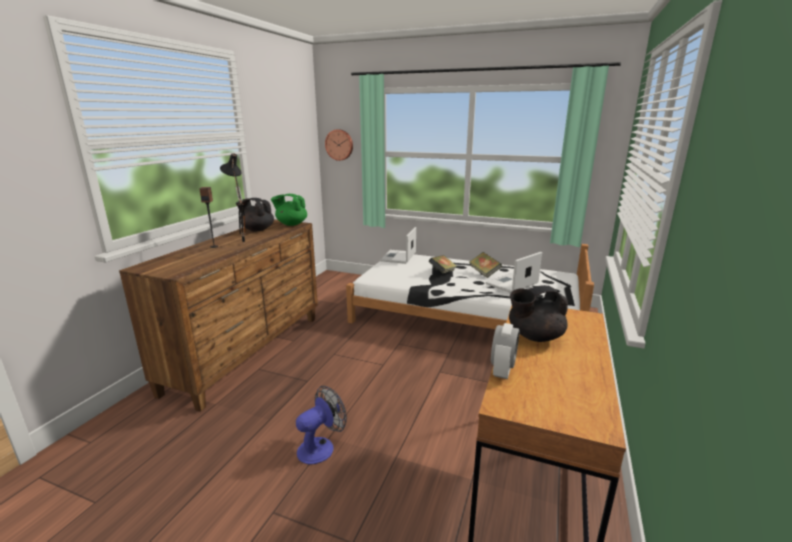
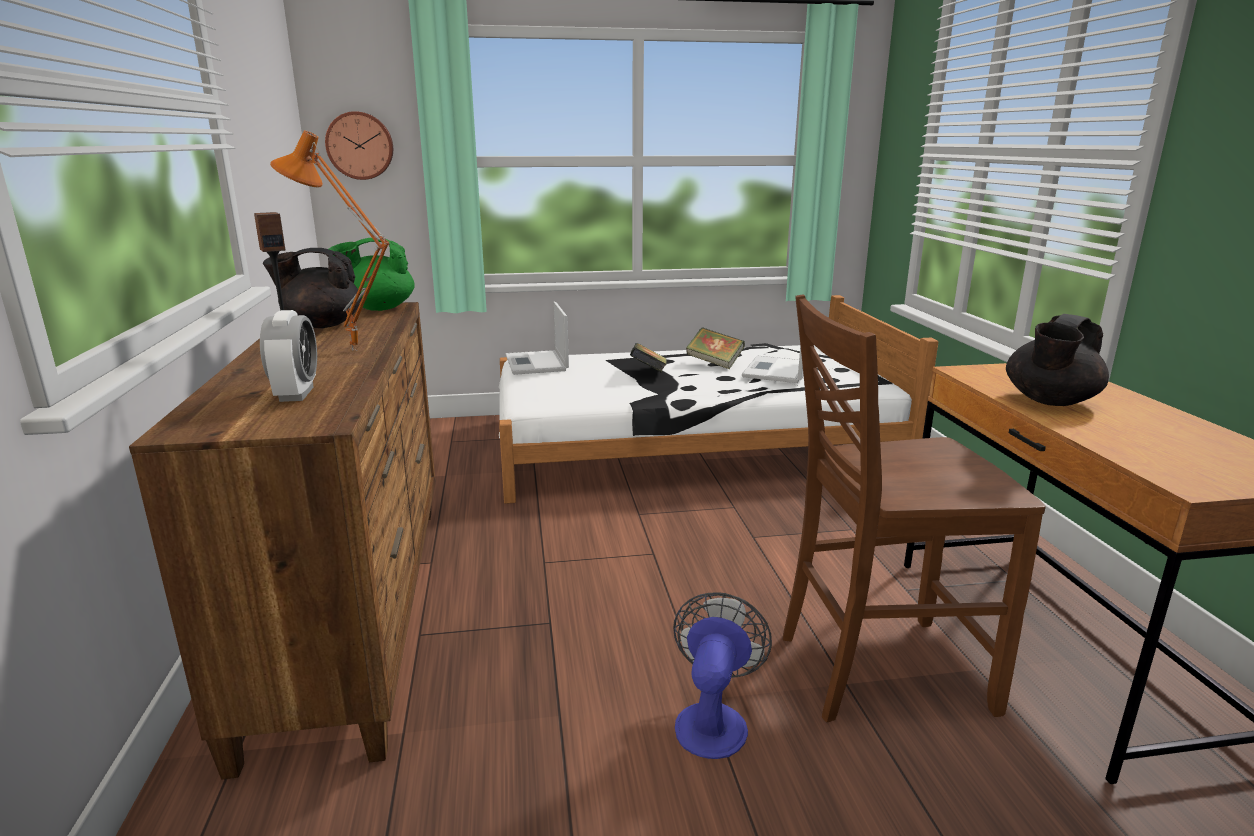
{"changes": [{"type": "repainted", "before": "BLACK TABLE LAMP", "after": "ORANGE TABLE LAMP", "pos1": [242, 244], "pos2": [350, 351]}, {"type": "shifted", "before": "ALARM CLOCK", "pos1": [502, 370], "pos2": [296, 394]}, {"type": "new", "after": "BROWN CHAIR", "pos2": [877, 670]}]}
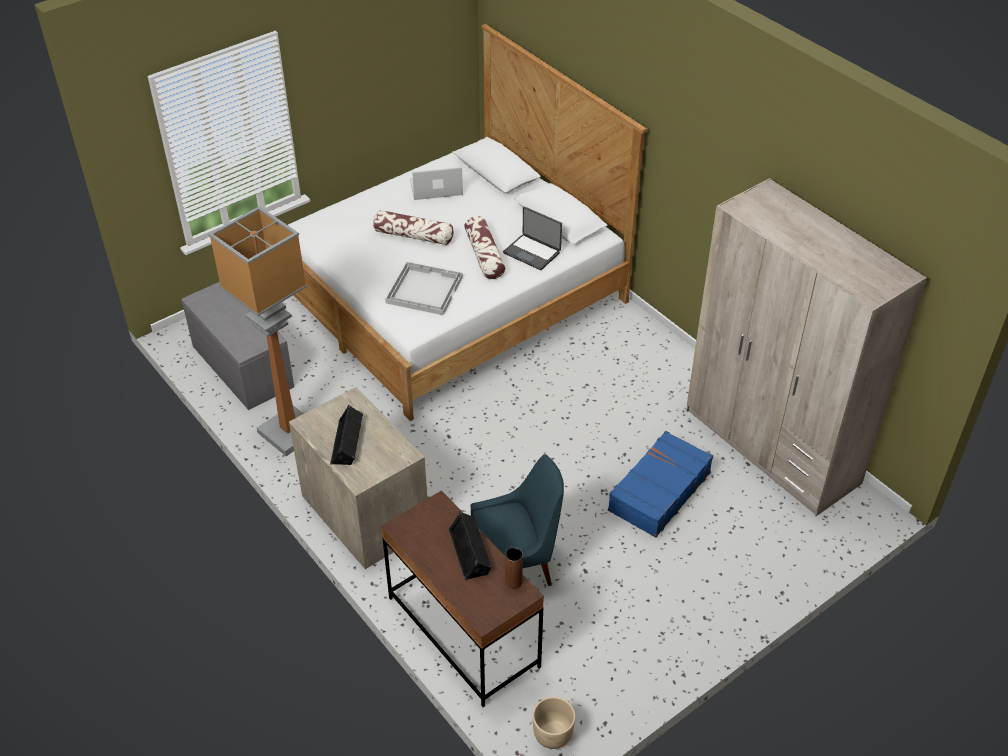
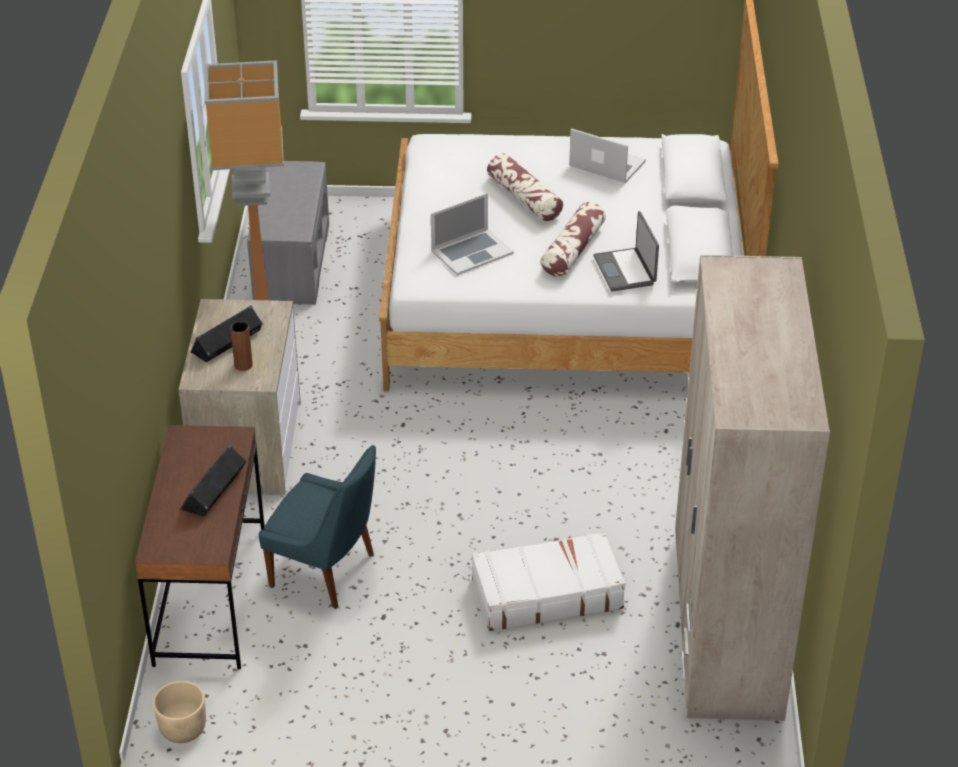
{"changes": [{"type": "swapped", "before": "WHITE TRAY", "after": "LAPTOP", "pos1": [424, 289], "pos2": [471, 252]}, {"type": "shifted", "before": "BROWN VASE", "pos1": [513, 582], "pos2": [243, 365]}, {"type": "repainted", "before": "BLUE SUITCASE", "after": "WHITE SUITCASE", "pos1": [658, 491], "pos2": [546, 593]}]}
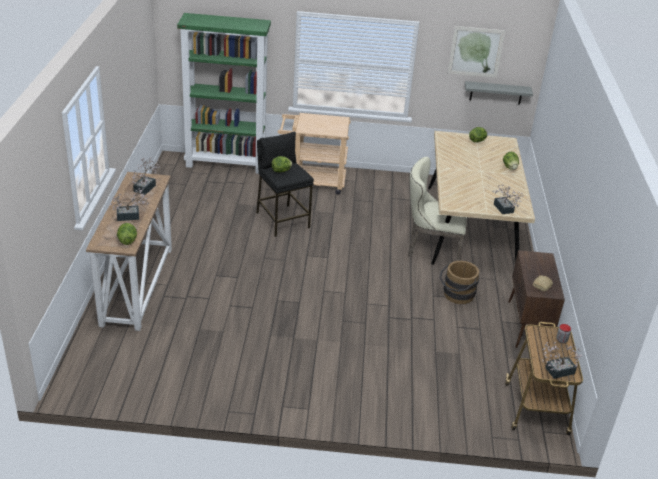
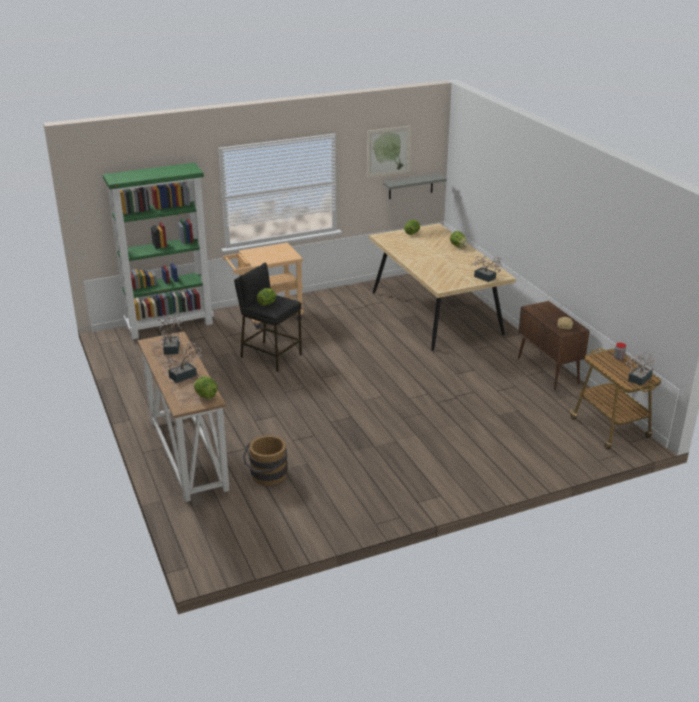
{"changes": [{"type": "gone", "before": "BEIGE CHAIR", "pos1": [430, 249]}, {"type": "shifted", "before": "BROWN BUCKET", "pos1": [456, 296], "pos2": [267, 477]}]}
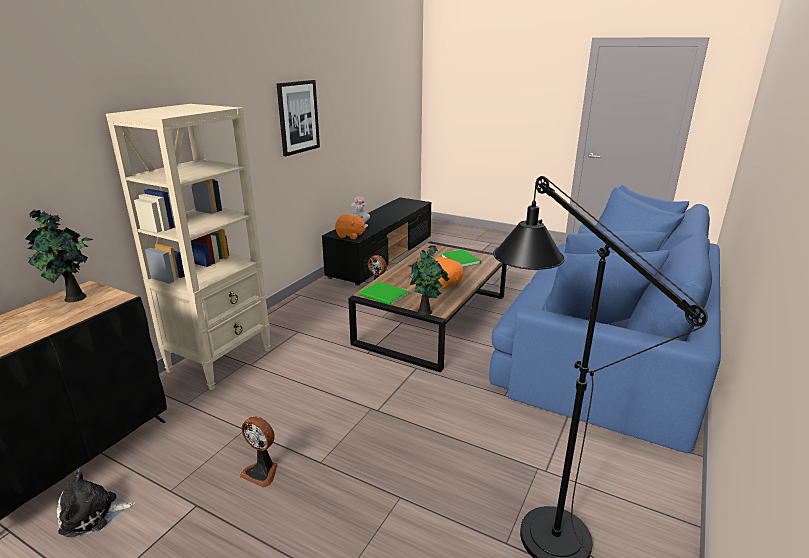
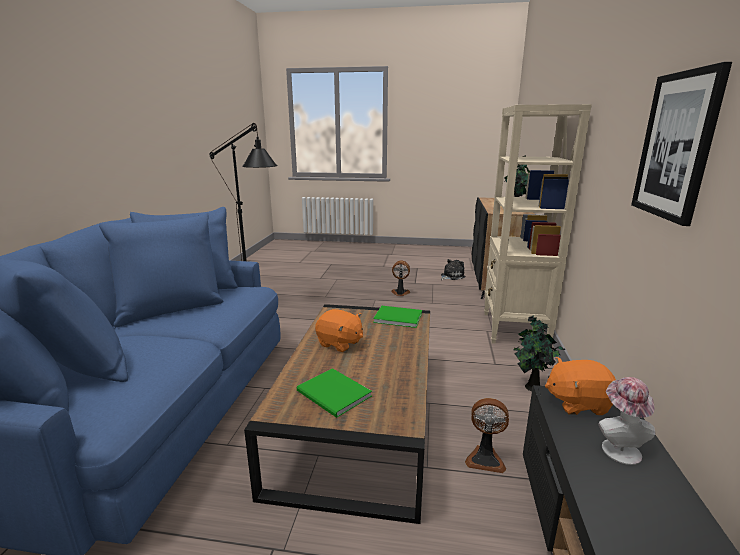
{"changes": [{"type": "shifted", "before": "POTTED PLANT", "pos1": [426, 312], "pos2": [531, 387]}]}
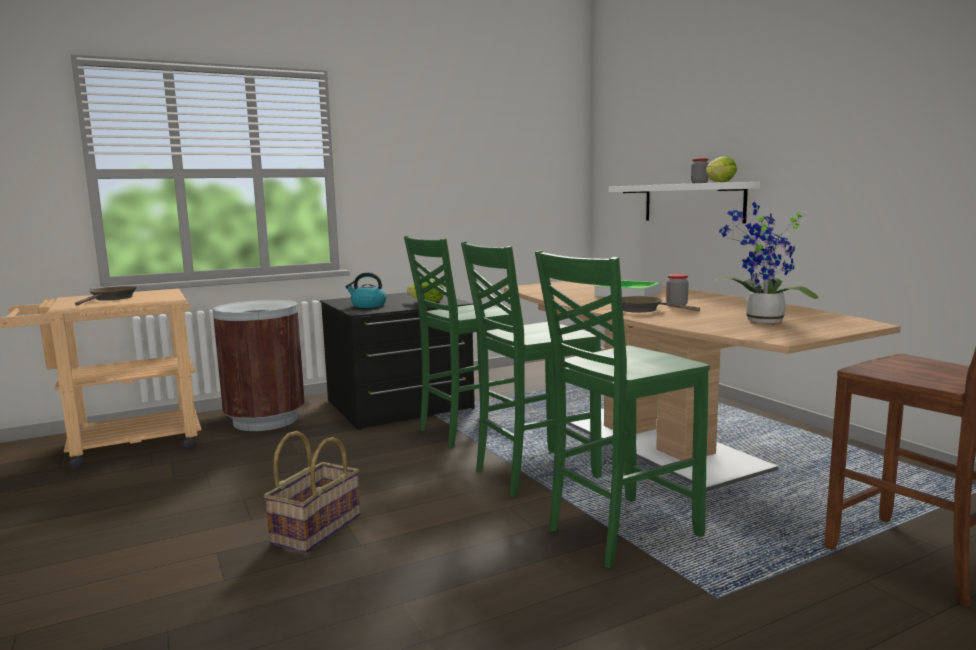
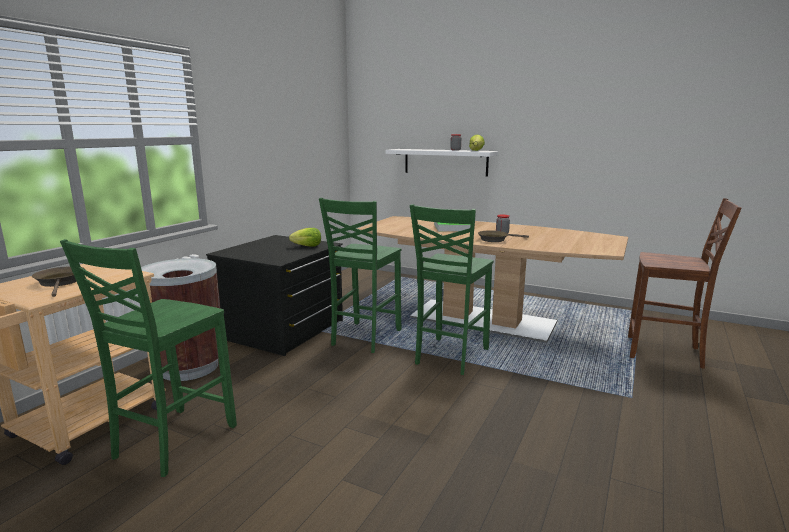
{"changes": [{"type": "gone", "before": "BASKET", "pos1": [315, 529]}, {"type": "gone", "before": "KETTLE", "pos1": [368, 305]}, {"type": "shifted", "before": "GREEN CHAIR", "pos1": [619, 532], "pos2": [172, 442]}, {"type": "gone", "before": "POTTED PLANT", "pos1": [761, 321]}]}
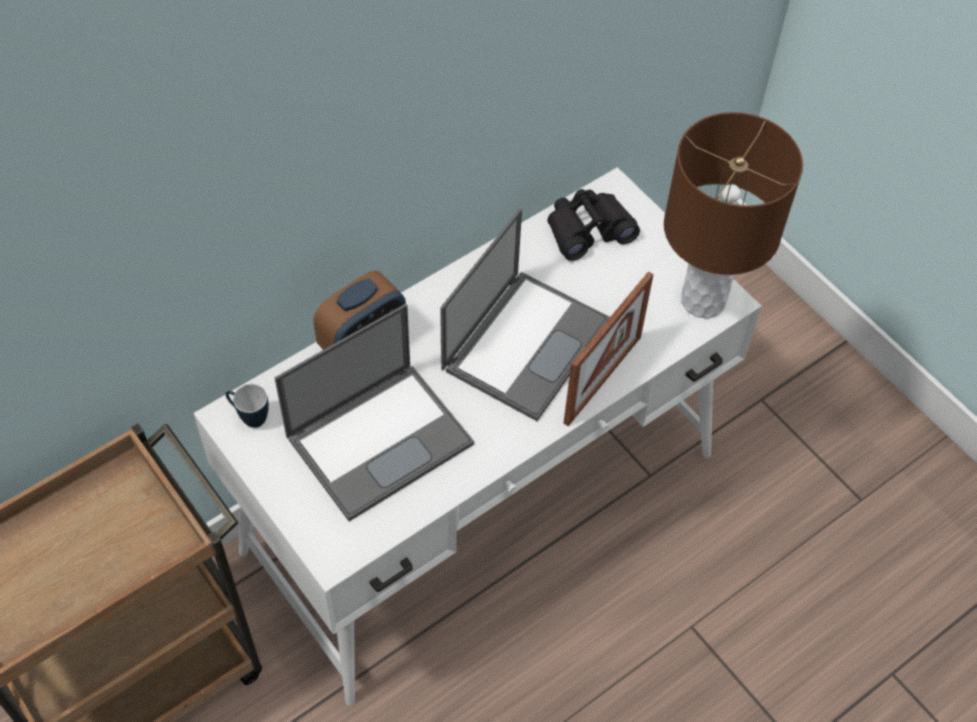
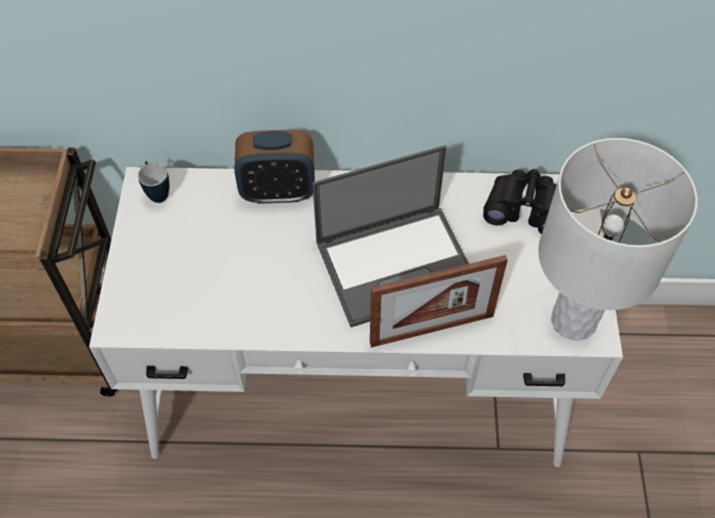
{"changes": [{"type": "gone", "before": "LAPTOP", "pos1": [381, 438]}, {"type": "repainted", "before": "BROWN TABLE LAMP", "after": "WHITE TABLE LAMP", "pos1": [703, 301], "pos2": [573, 321]}]}
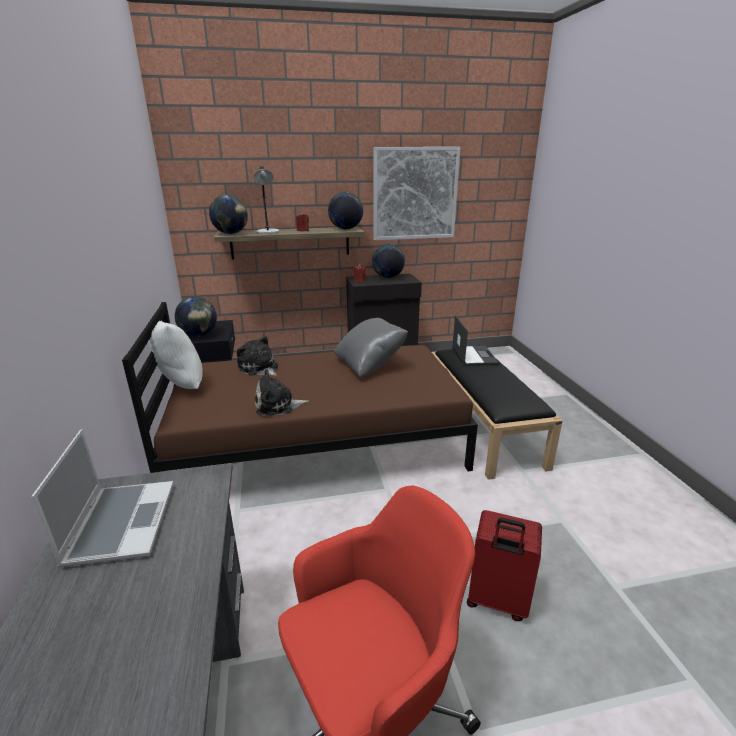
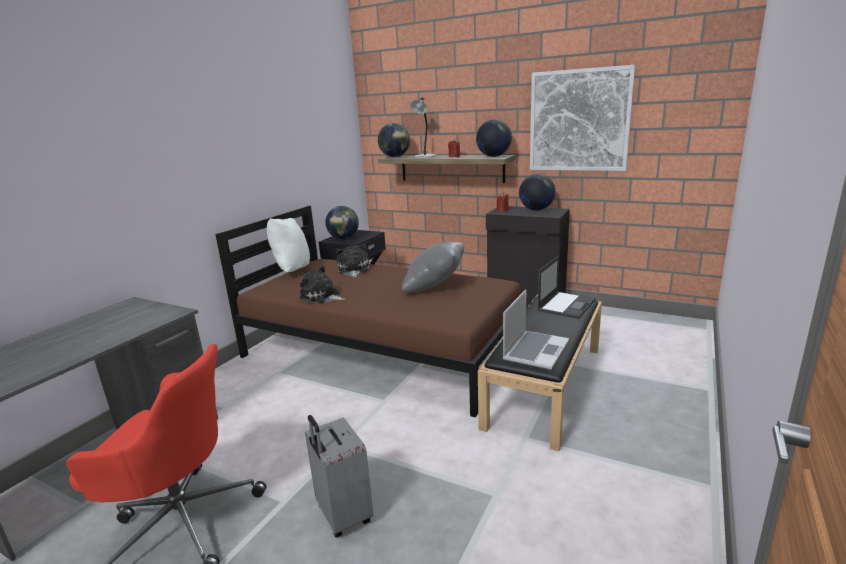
{"changes": [{"type": "shifted", "before": "LAPTOP", "pos1": [120, 522], "pos2": [535, 350]}, {"type": "repainted", "before": "RED SUITCASE", "after": "GREY SUITCASE", "pos1": [497, 601], "pos2": [342, 515]}]}
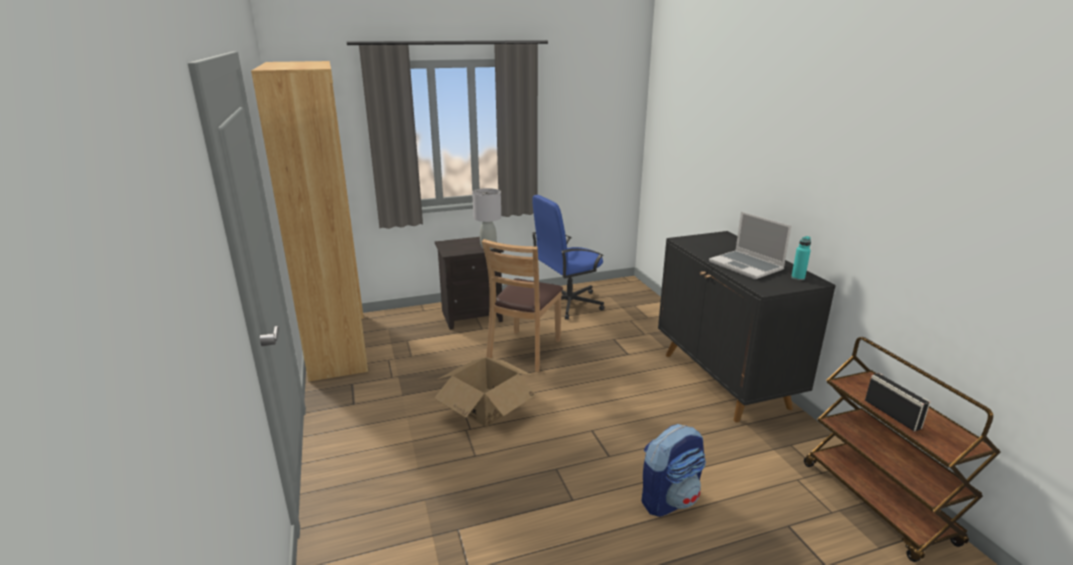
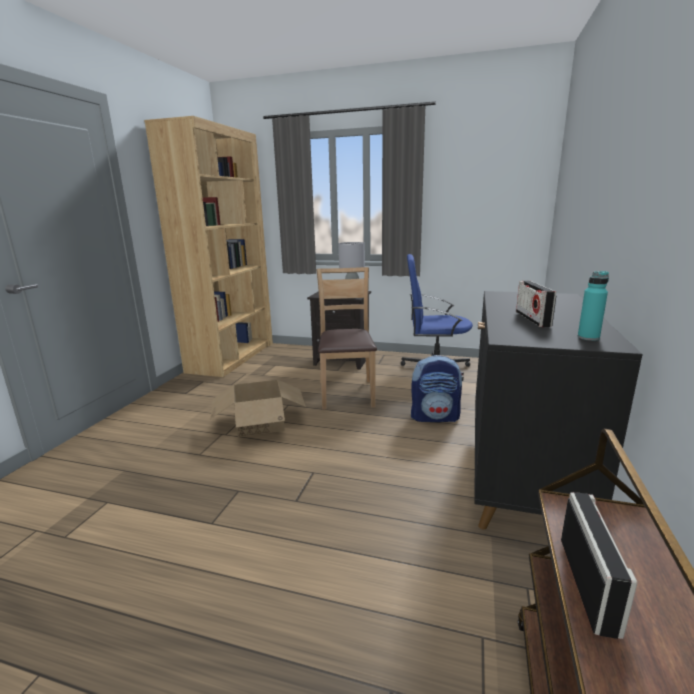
{"changes": [{"type": "rotated", "before": "BROWN CHAIR", "pos1": [524, 351], "pos2": [347, 393], "turn": 120}, {"type": "shifted", "before": "BACKPACK", "pos1": [669, 499], "pos2": [435, 417]}, {"type": "swapped", "before": "LAPTOP", "after": "RADIO", "pos1": [747, 266], "pos2": [532, 319]}]}
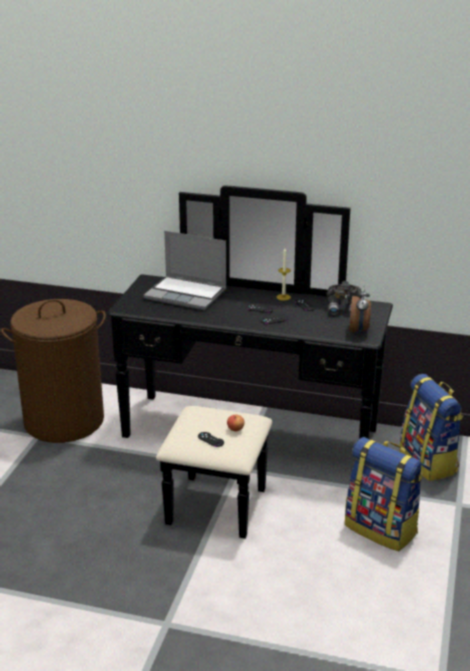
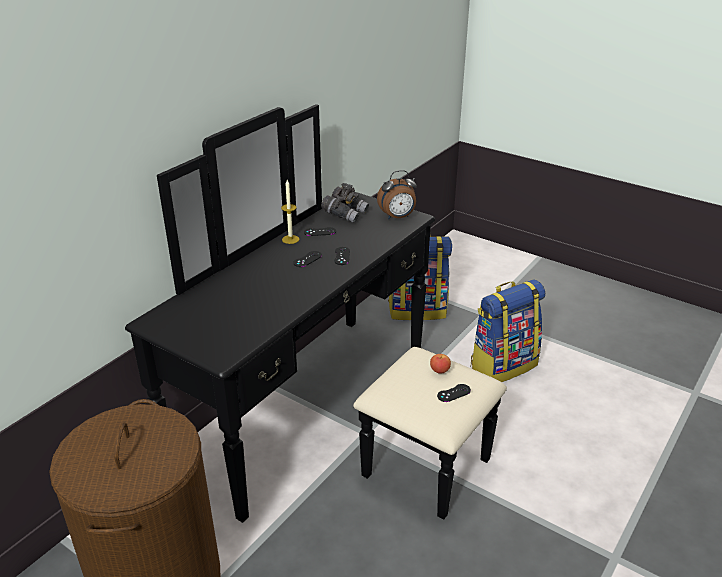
{"changes": [{"type": "gone", "before": "LAPTOP", "pos1": [187, 294]}, {"type": "rotated", "before": "ALARM CLOCK", "pos1": [359, 330], "pos2": [397, 217], "turn": 135}]}
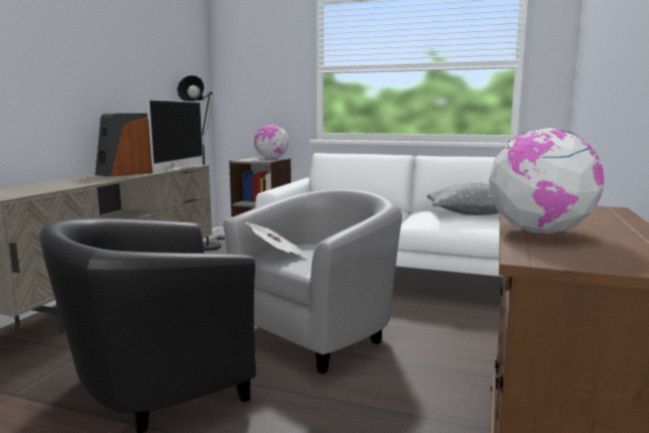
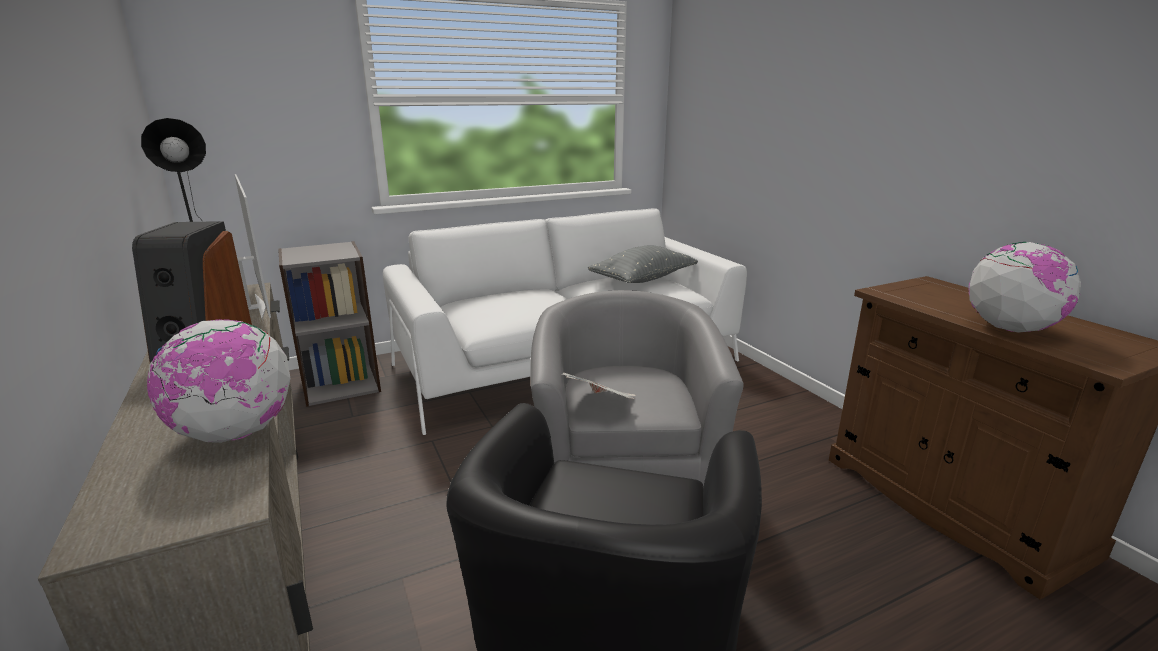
{"changes": [{"type": "shifted", "before": "GLOBE", "pos1": [271, 159], "pos2": [235, 433]}]}
